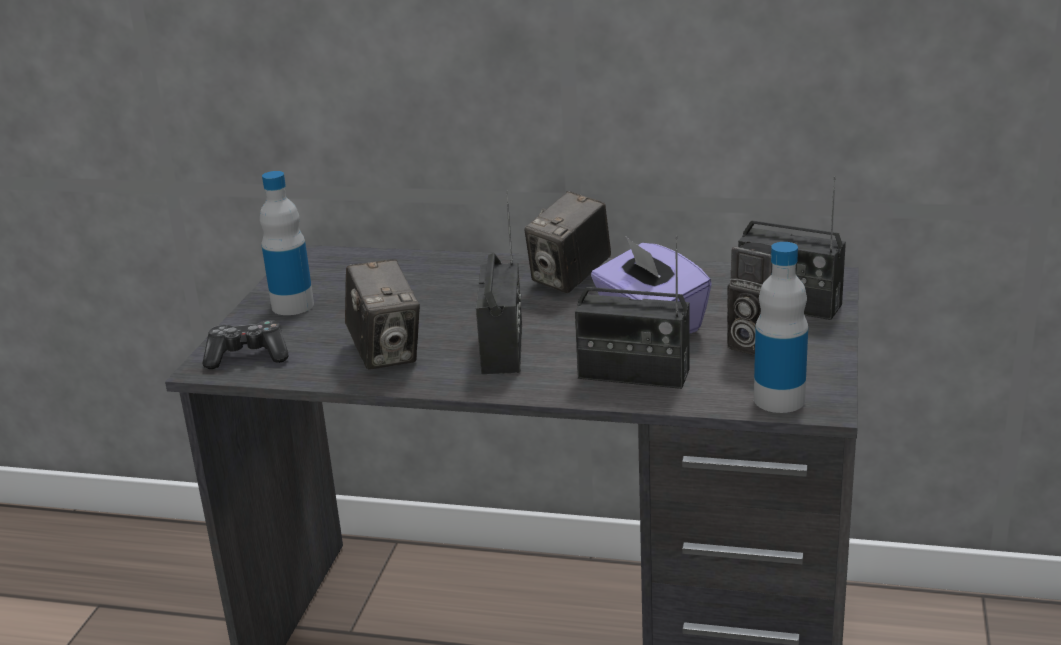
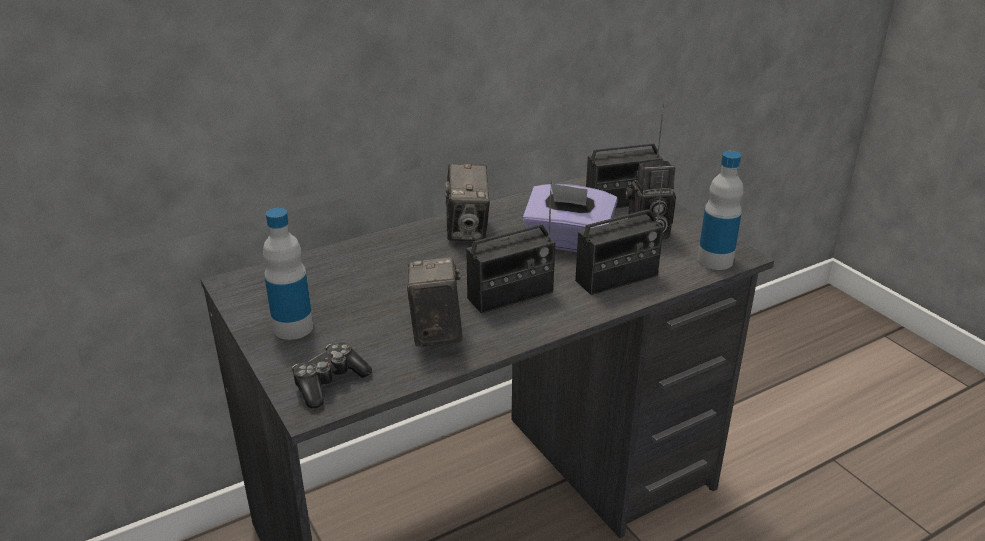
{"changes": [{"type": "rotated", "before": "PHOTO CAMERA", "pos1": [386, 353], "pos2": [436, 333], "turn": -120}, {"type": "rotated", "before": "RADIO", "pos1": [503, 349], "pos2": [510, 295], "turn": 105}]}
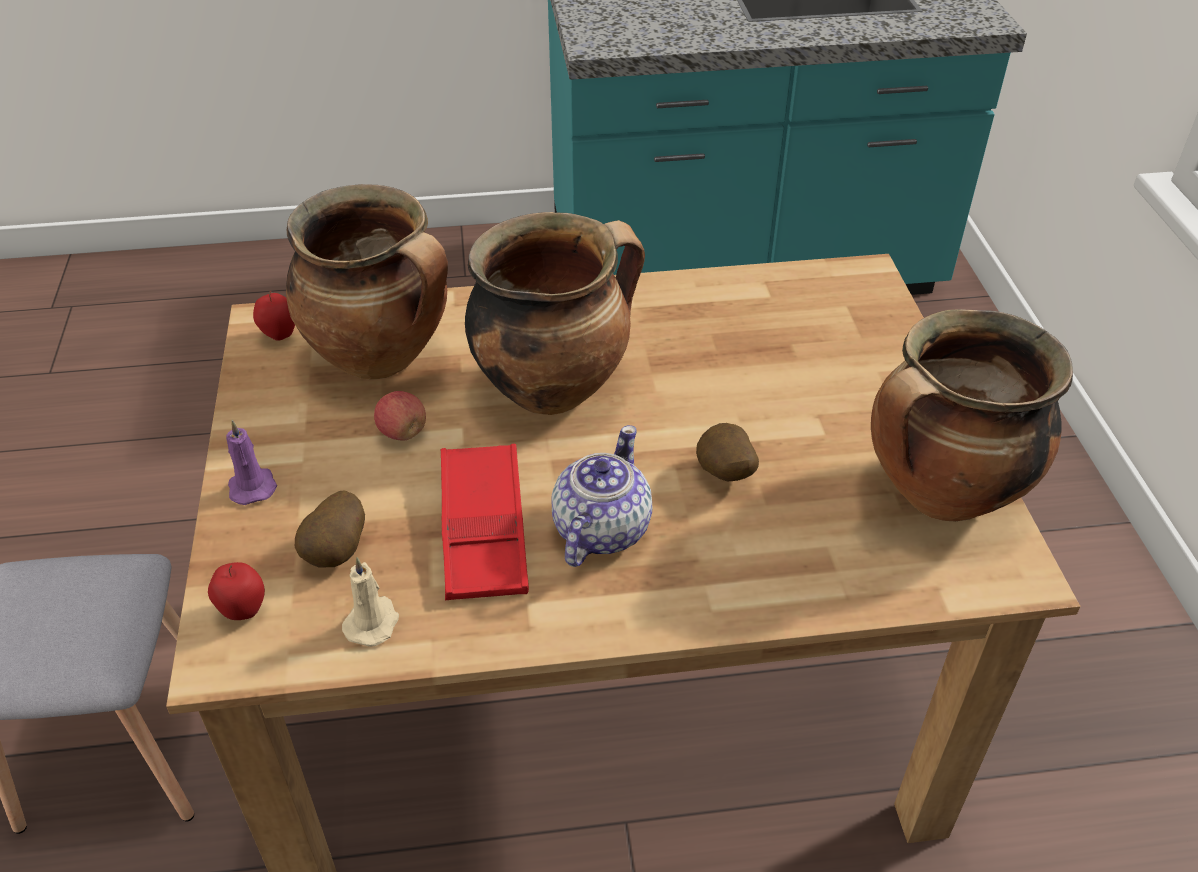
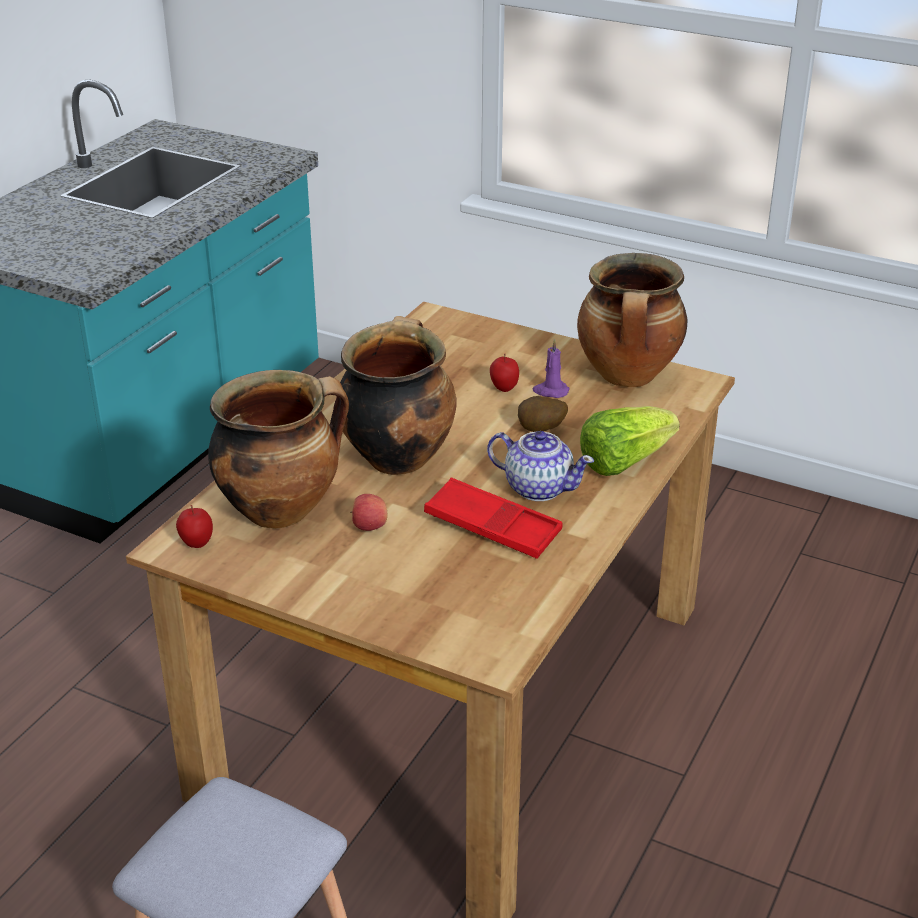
{"changes": [{"type": "shifted", "before": "APPLE", "pos1": [243, 611], "pos2": [504, 389]}, {"type": "shifted", "before": "PURPLE CANDLE", "pos1": [252, 486], "pos2": [550, 391]}, {"type": "gone", "before": "POTATO", "pos1": [338, 552]}, {"type": "gone", "before": "BEIGE CANDLE", "pos1": [373, 622]}, {"type": "rotated", "before": "TEAPOT", "pos1": [600, 530], "pos2": [538, 487], "turn": 150}, {"type": "new", "after": "LETTUCE", "pos2": [624, 461]}]}
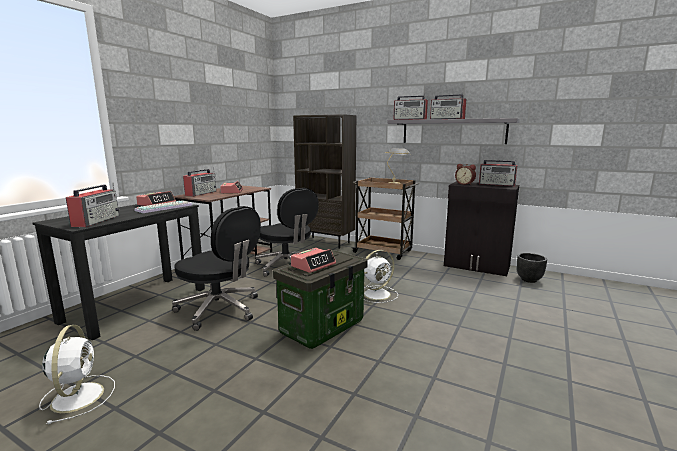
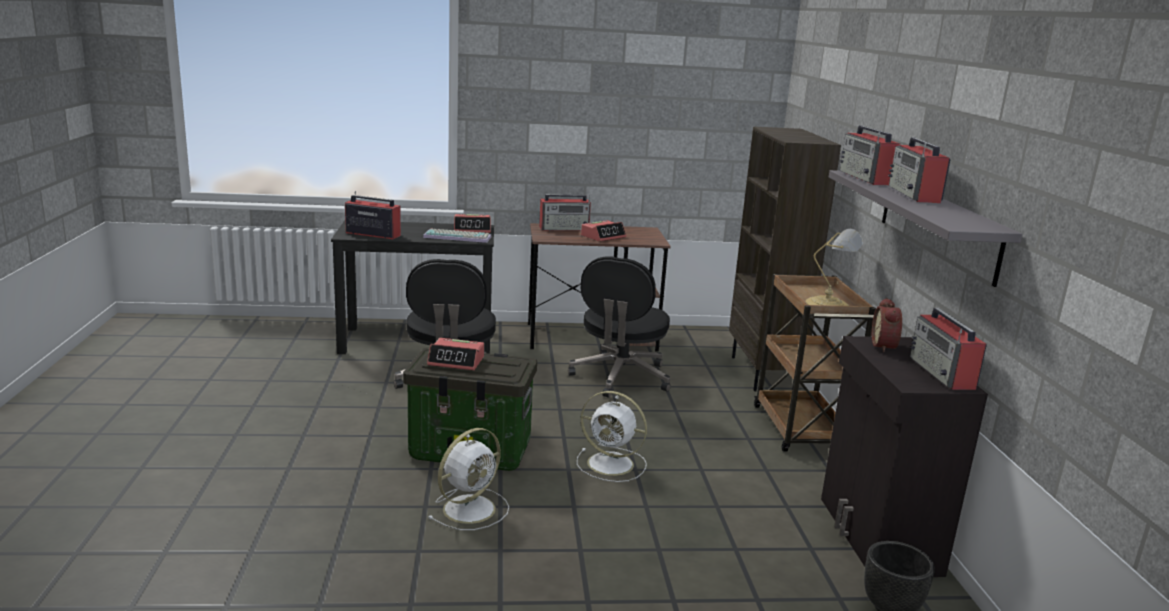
{"changes": [{"type": "shifted", "before": "WHITE FAN", "pos1": [78, 396], "pos2": [471, 508]}, {"type": "rotated", "before": "RADIO", "pos1": [96, 221], "pos2": [372, 234], "turn": -135}]}
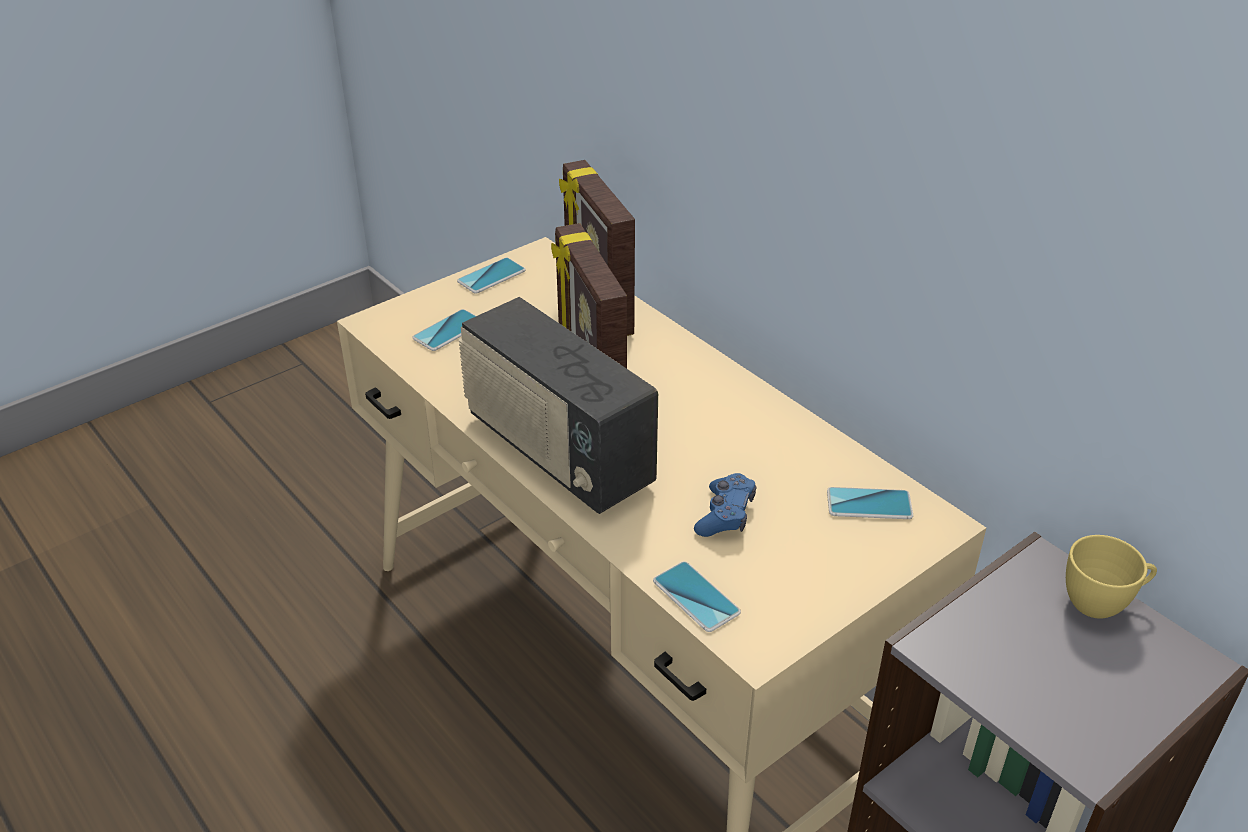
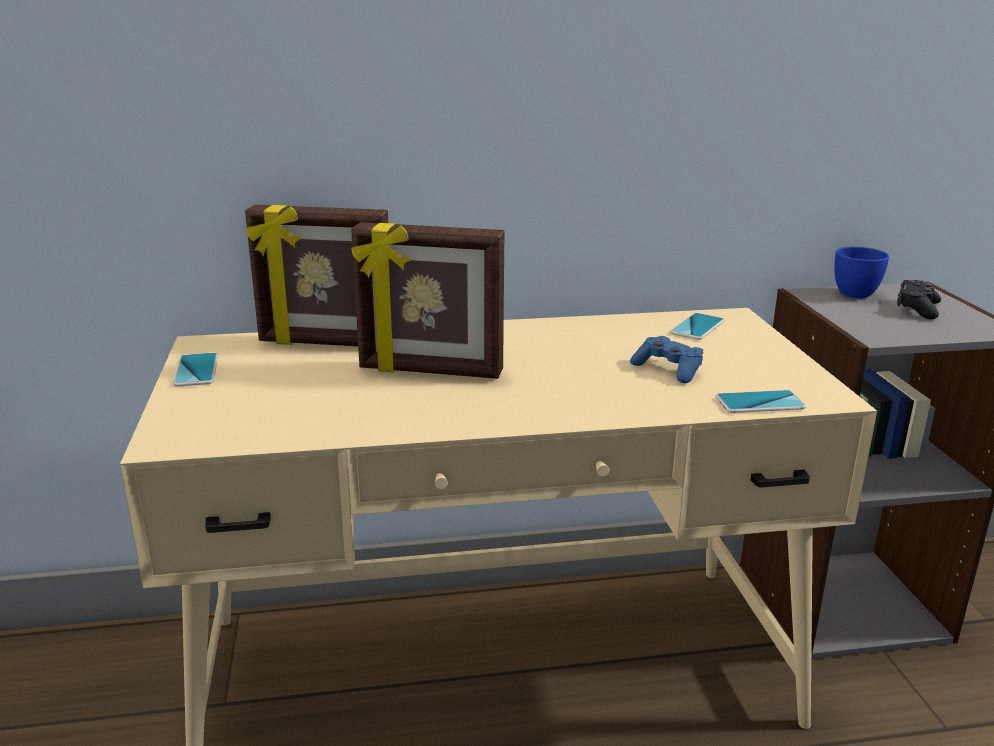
{"changes": [{"type": "gone", "before": "PHONE", "pos1": [448, 331]}, {"type": "gone", "before": "RADIO", "pos1": [557, 452]}, {"type": "repainted", "before": "YELLOW CUP", "after": "BLUE CUP", "pos1": [1102, 603], "pos2": [855, 292]}, {"type": "new", "after": "BLACK GAME CONTROLLER", "pos2": [917, 308]}]}
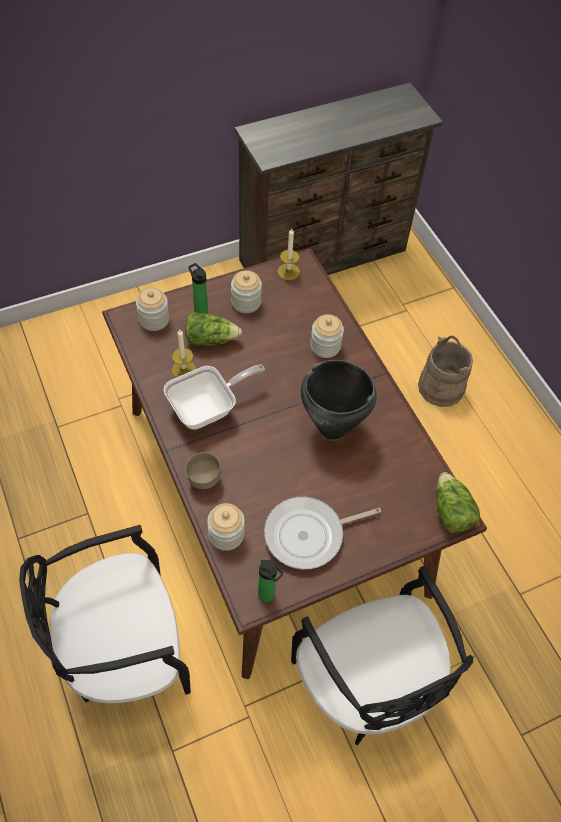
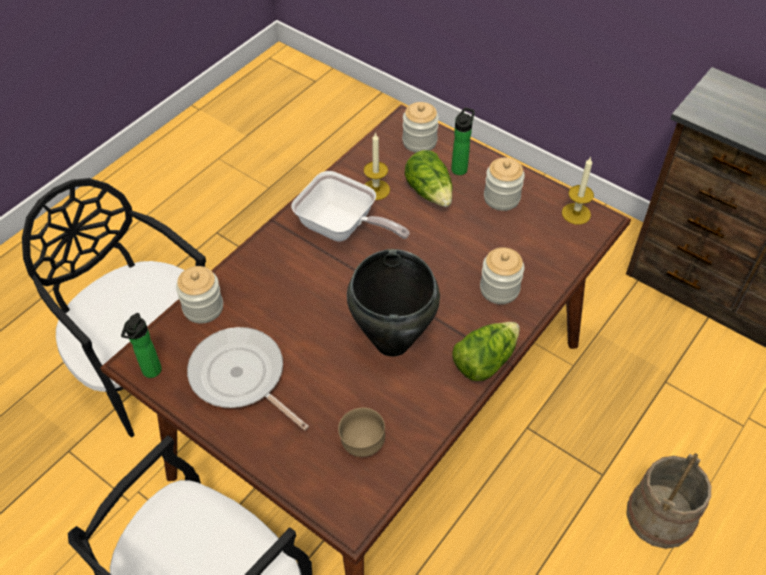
{"changes": [{"type": "shifted", "before": "BROWN BOWL", "pos1": [204, 480], "pos2": [362, 444]}, {"type": "shifted", "before": "LETTUCE", "pos1": [450, 512], "pos2": [484, 360]}]}
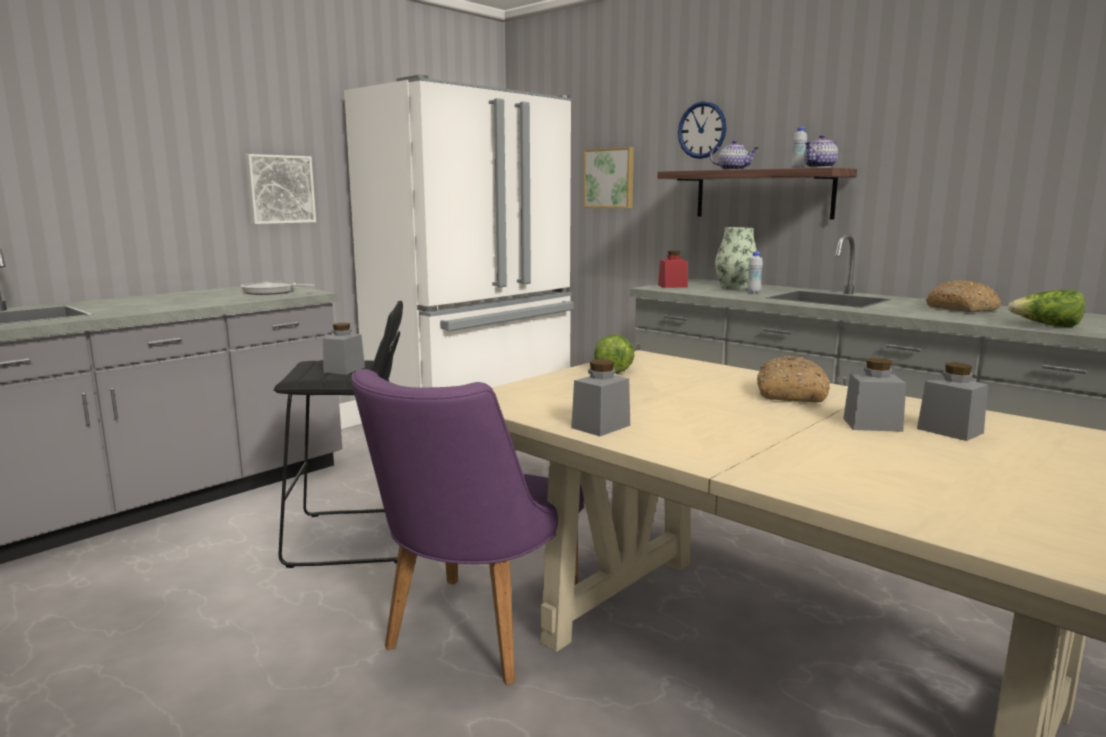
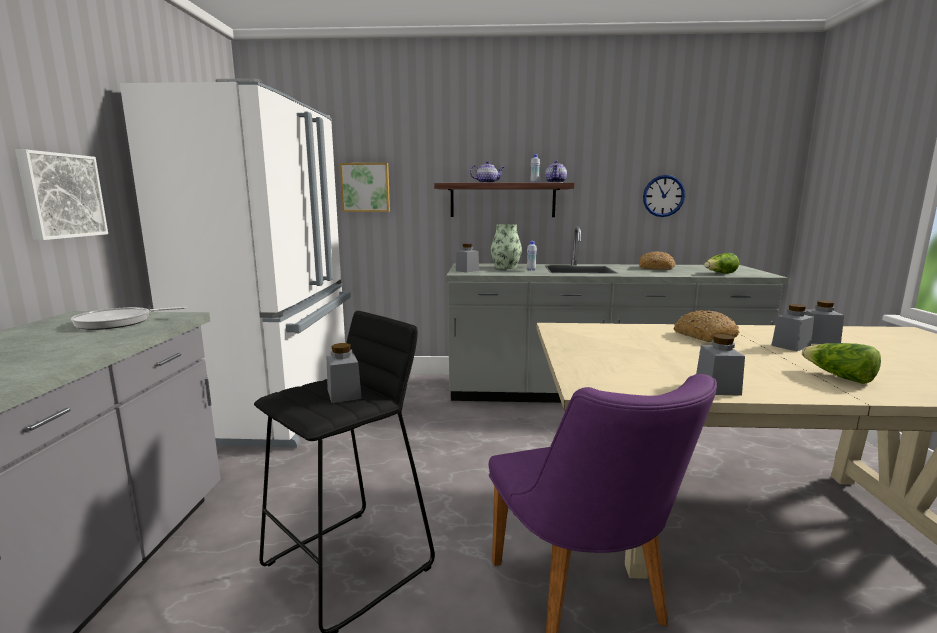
{"changes": [{"type": "shifted", "before": "LETTUCE", "pos1": [613, 369], "pos2": [839, 377]}, {"type": "repainted", "before": "RED JAR", "after": "GREY JAR", "pos1": [672, 286], "pos2": [467, 270]}, {"type": "shifted", "before": "WALL CLOCK", "pos1": [702, 130], "pos2": [663, 196]}]}
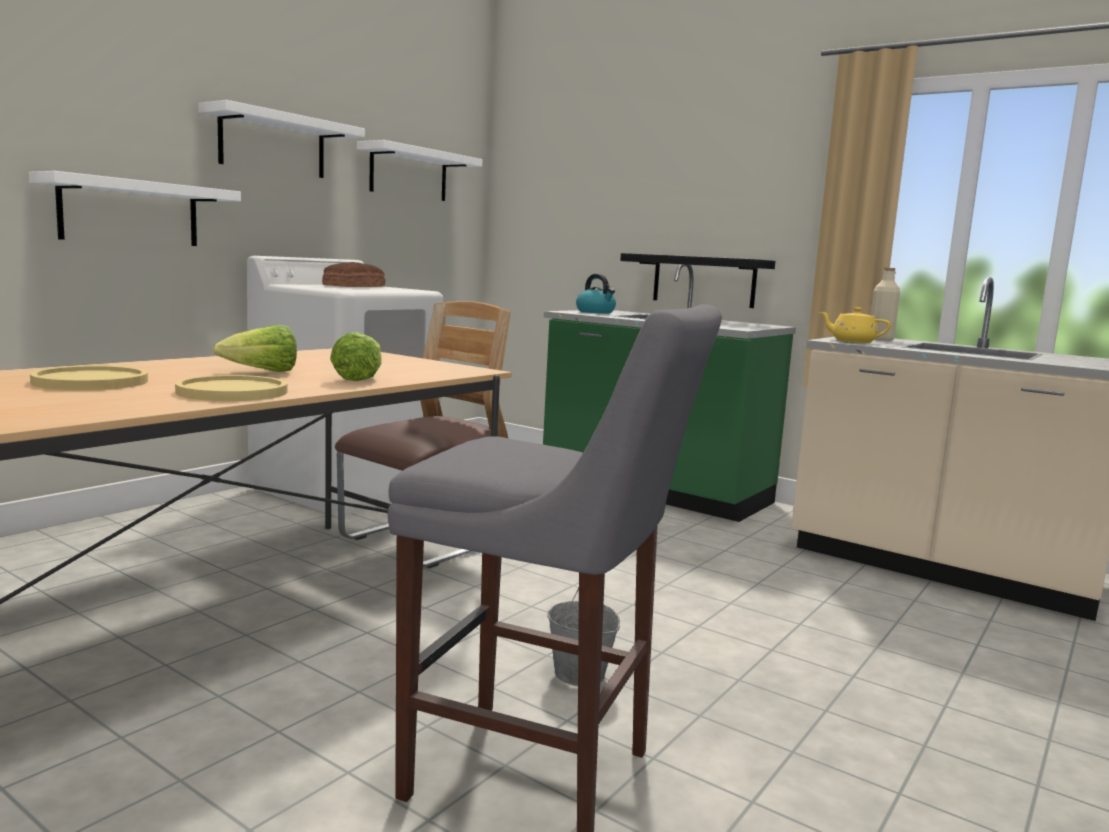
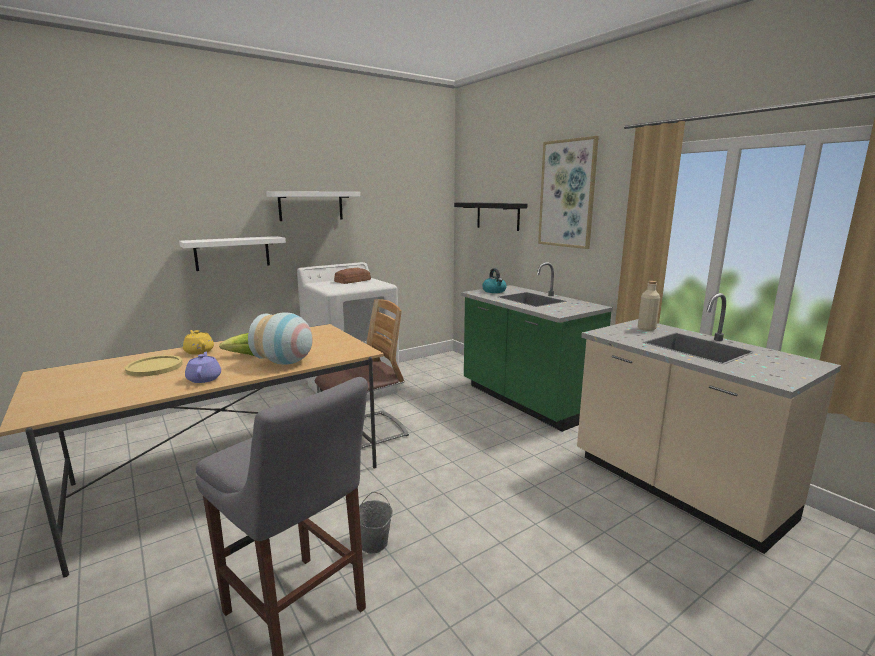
{"changes": [{"type": "swapped", "before": "YELLOW PLATE", "after": "PURPLE TEAPOT", "pos1": [232, 392], "pos2": [204, 378]}, {"type": "swapped", "before": "LETTUCE", "after": "VASE", "pos1": [359, 378], "pos2": [286, 362]}, {"type": "gone", "before": "WHITE SHELF", "pos1": [409, 173]}, {"type": "shifted", "before": "BLACK SHELF", "pos1": [703, 280], "pos2": [497, 216]}, {"type": "shifted", "before": "YELLOW TEAPOT", "pos1": [852, 341], "pos2": [199, 351]}, {"type": "new", "after": "PICTURE", "pos2": [567, 194]}]}
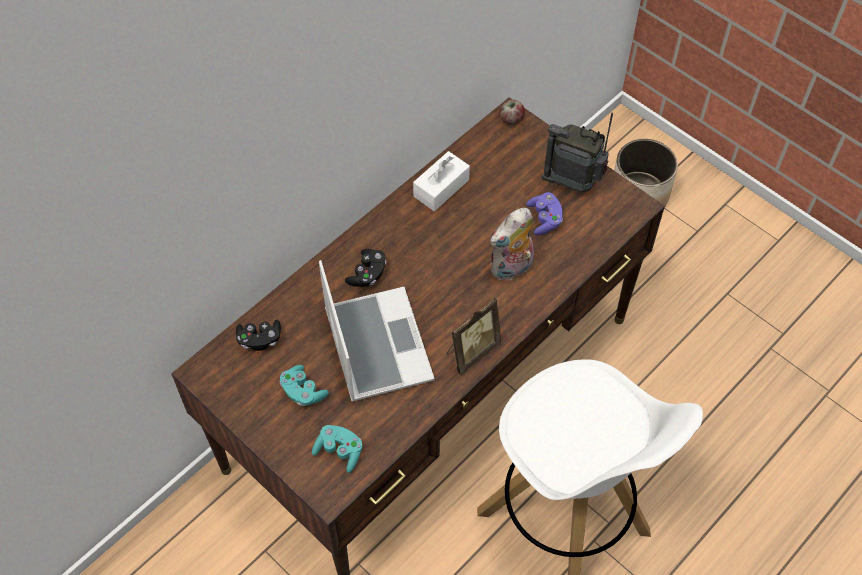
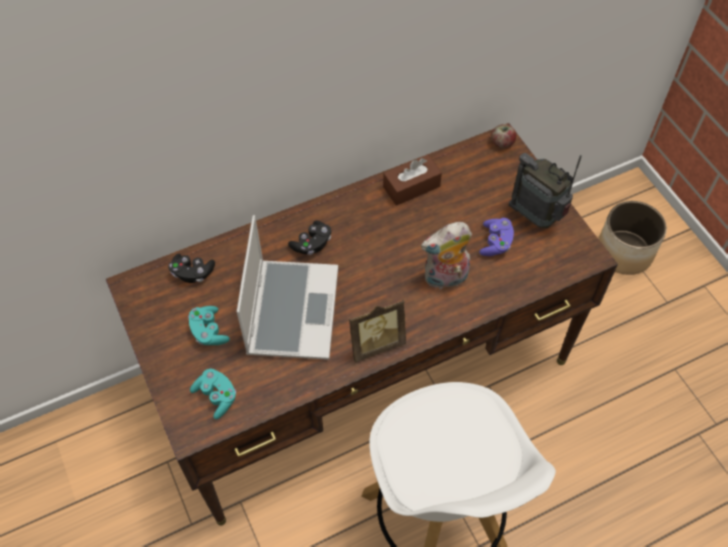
{"changes": [{"type": "repainted", "before": "WHITE TISSUE BOX", "after": "BROWN TISSUE BOX", "pos1": [441, 188], "pos2": [411, 186]}]}
